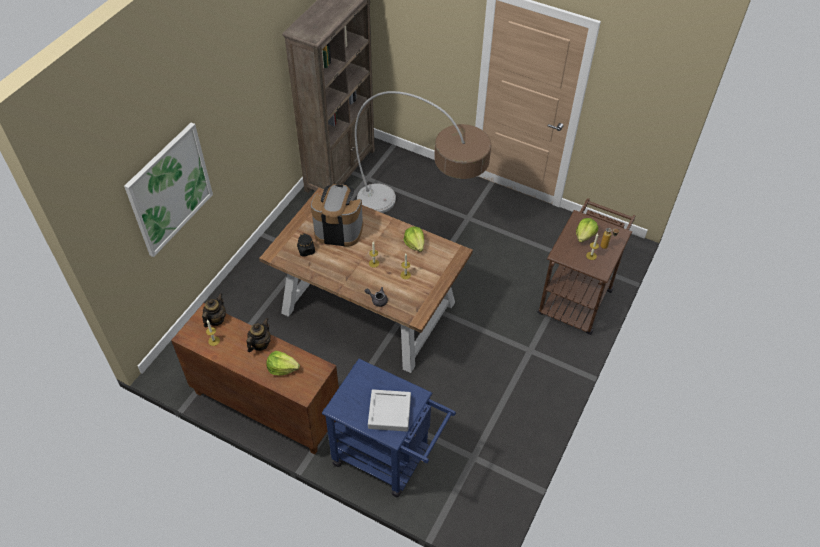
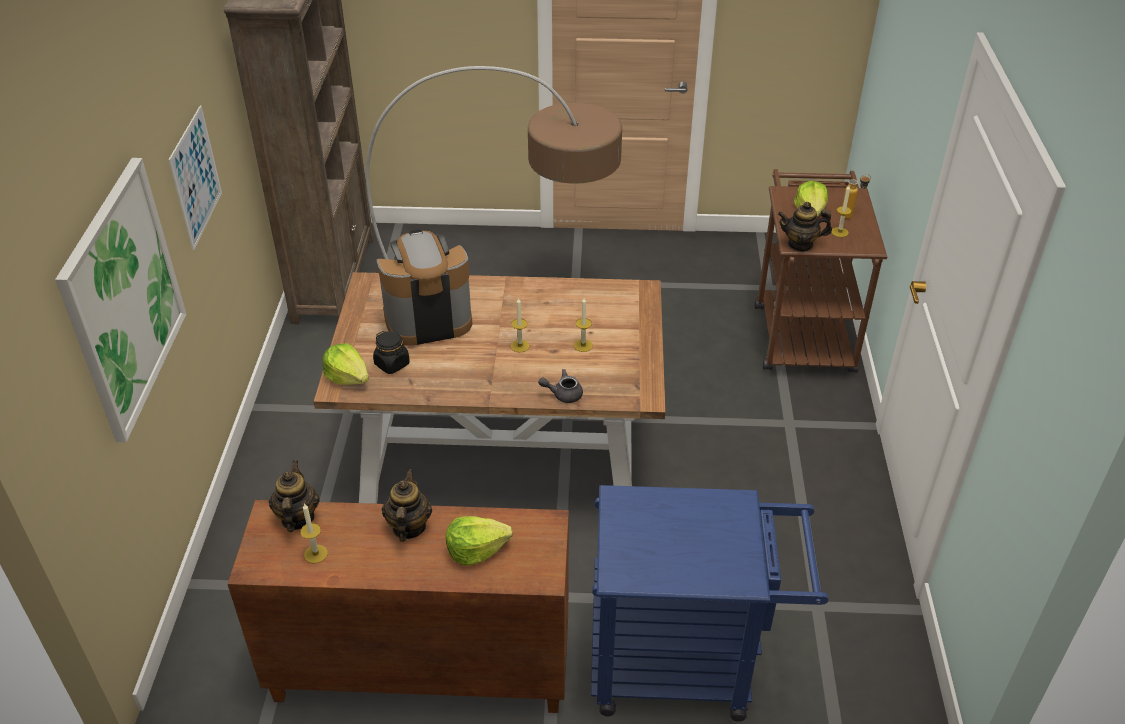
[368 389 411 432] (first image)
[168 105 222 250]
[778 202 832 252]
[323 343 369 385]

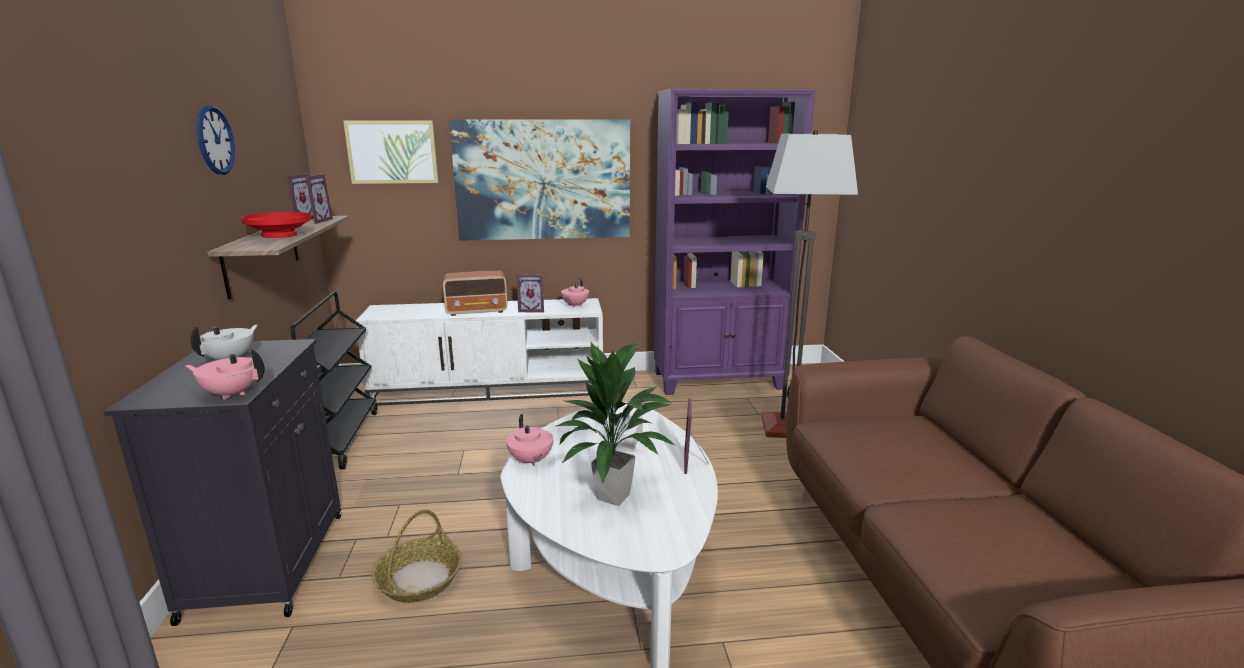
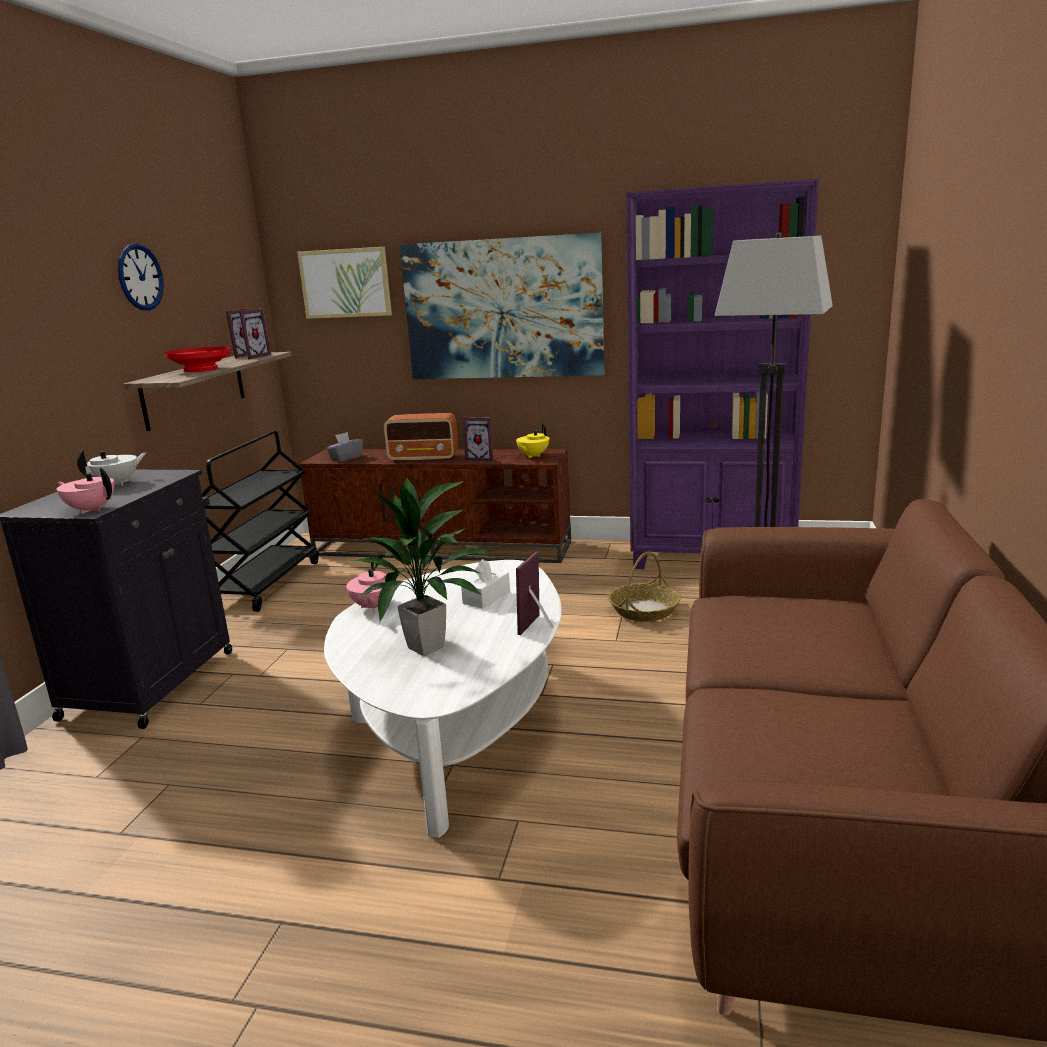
[326 432 363 462]
[608 551 681 622]
[299 449 571 563]
[516 424 549 458]

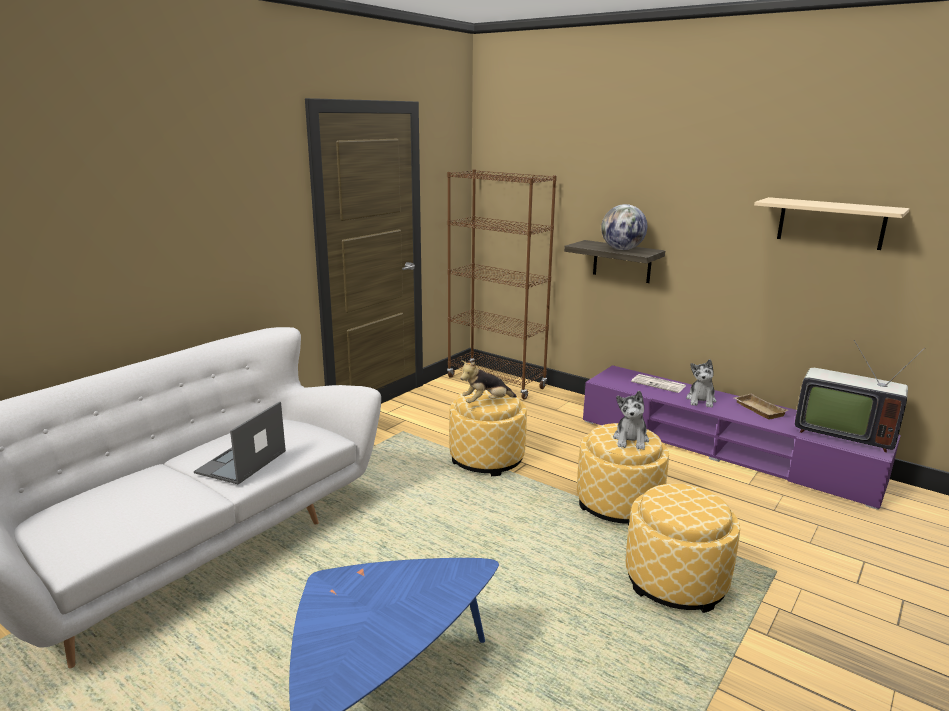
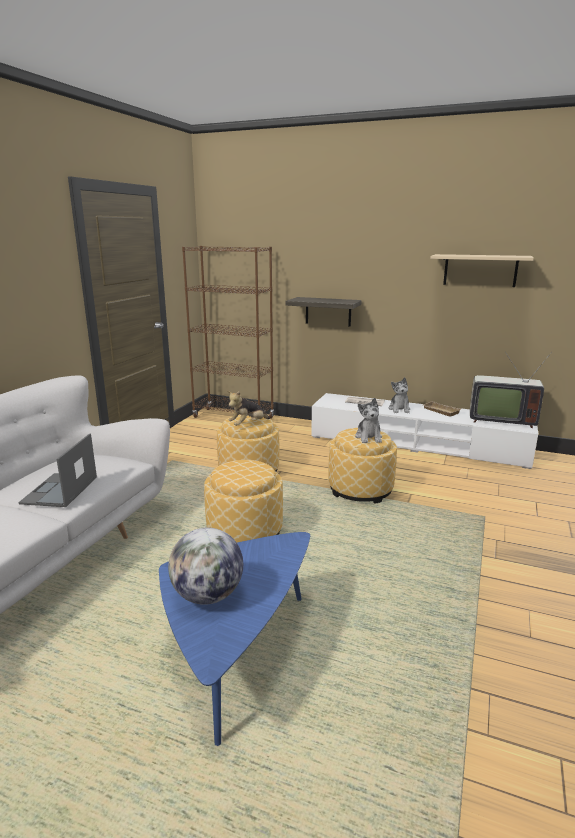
[168 528 243 605]
[204 460 283 543]
[311 393 538 469]

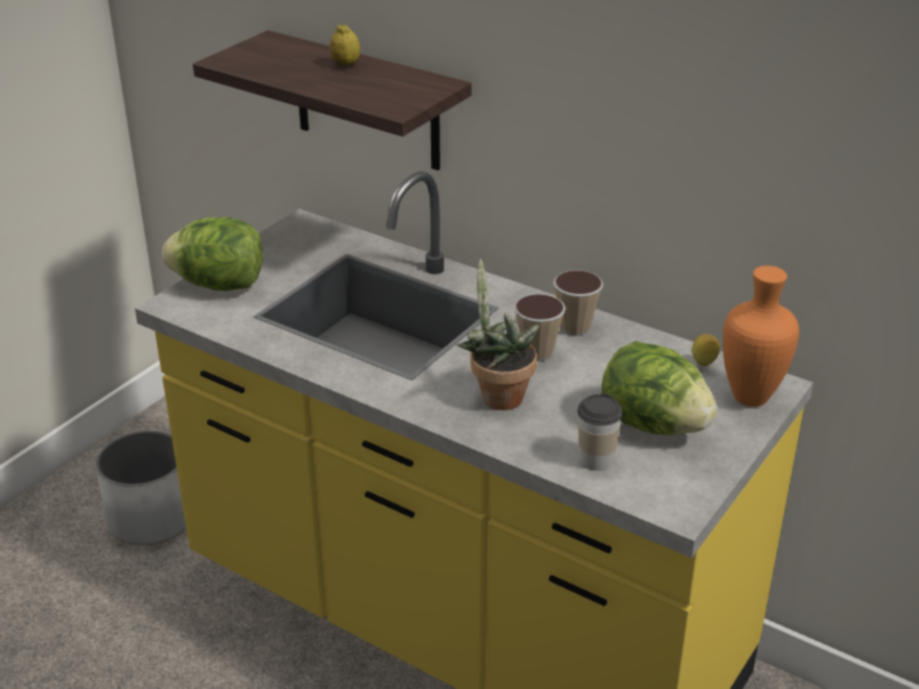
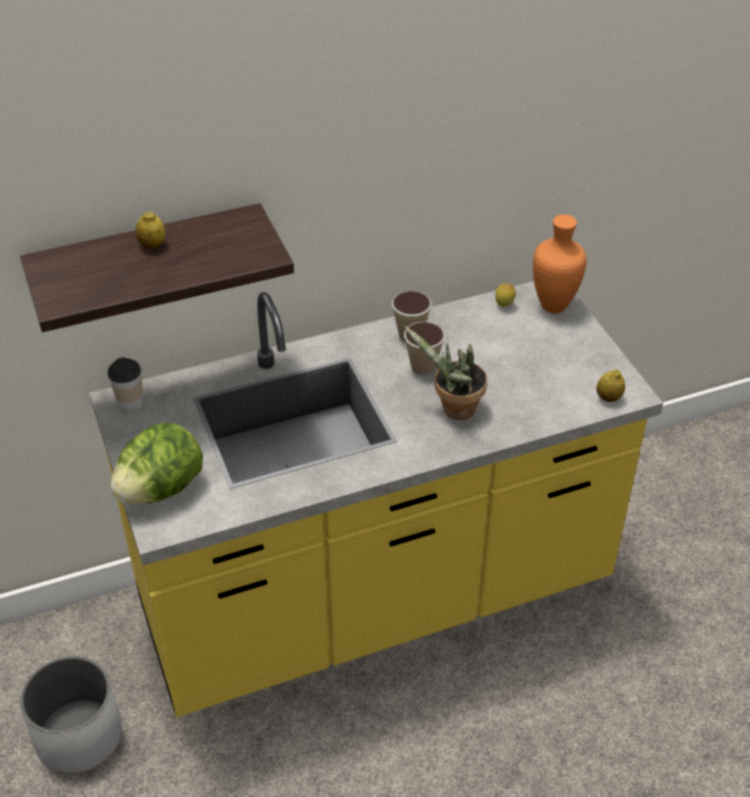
[601 341 717 435] (first image)
[596 370 625 402]
[108 357 143 413]

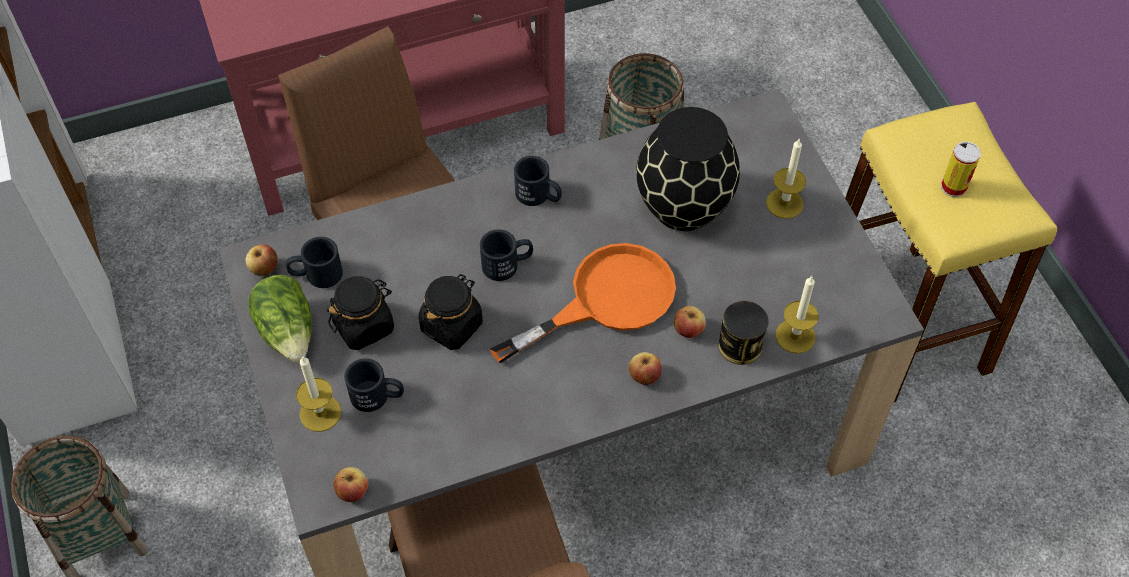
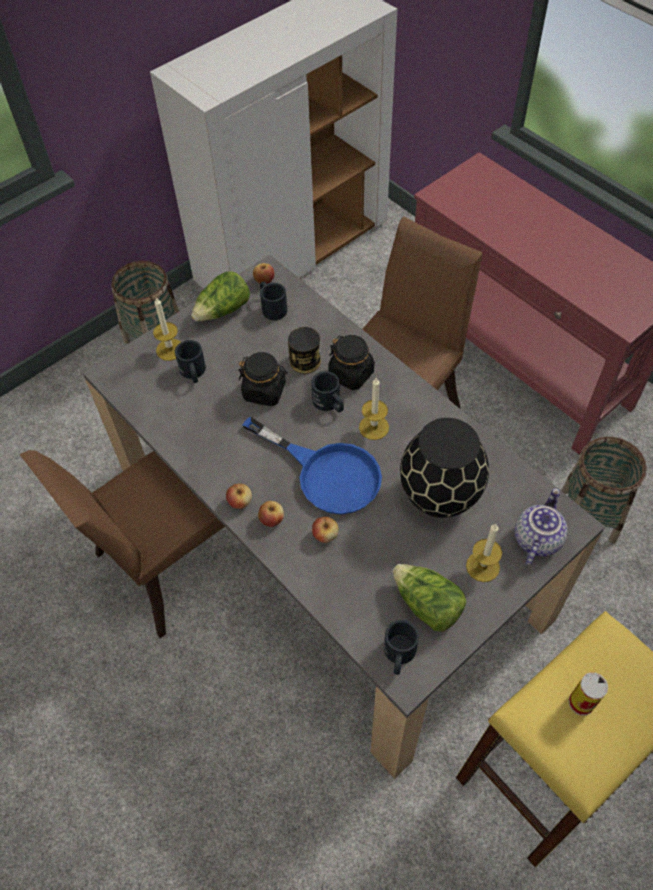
[392 564 467 632]
[515 488 568 565]
[328 335 375 390]
[226 484 252 509]
[384 620 419 675]
[288 327 321 374]
[359 378 389 440]
[242 416 382 515]

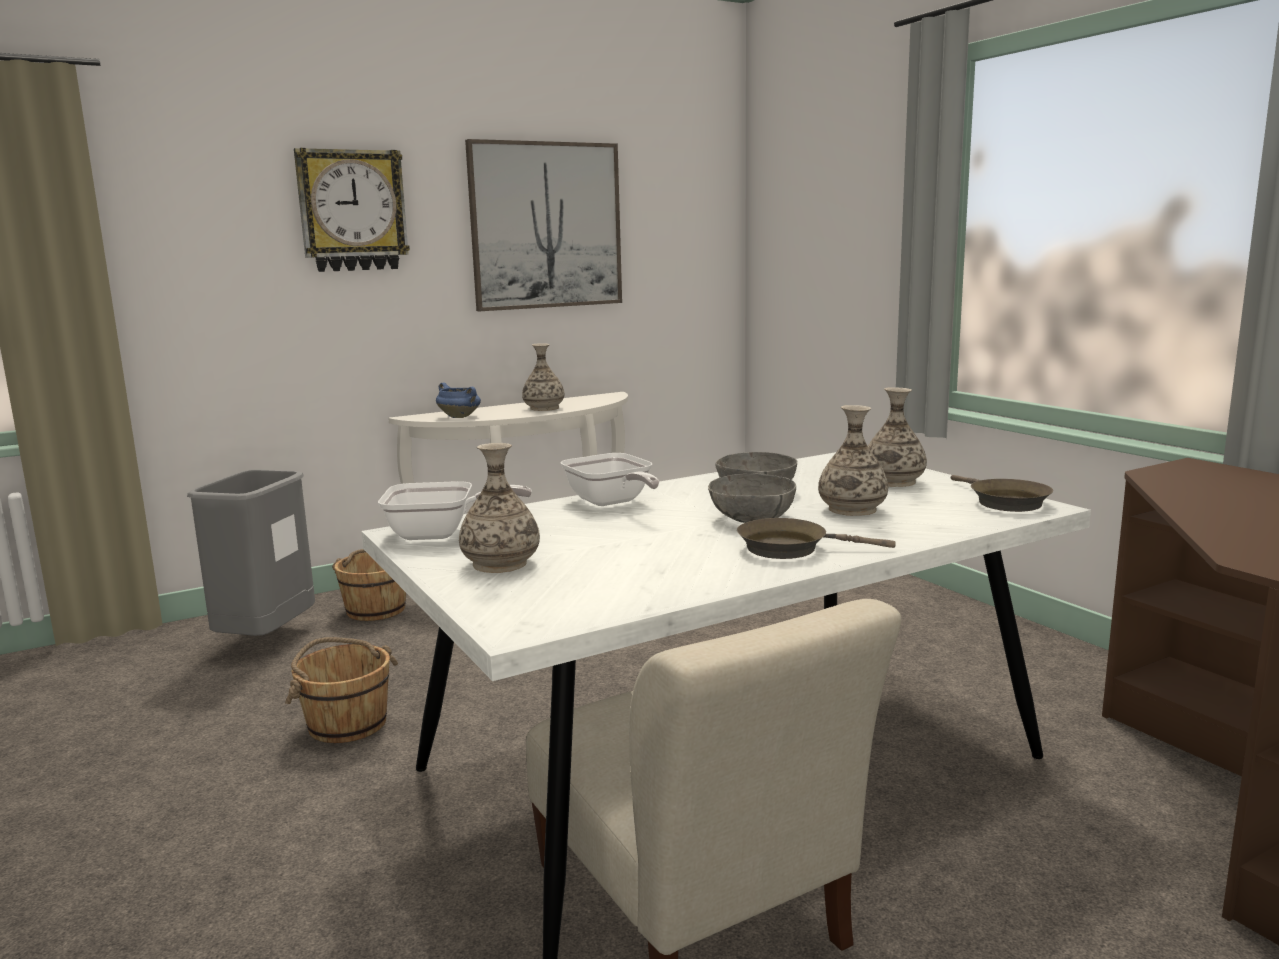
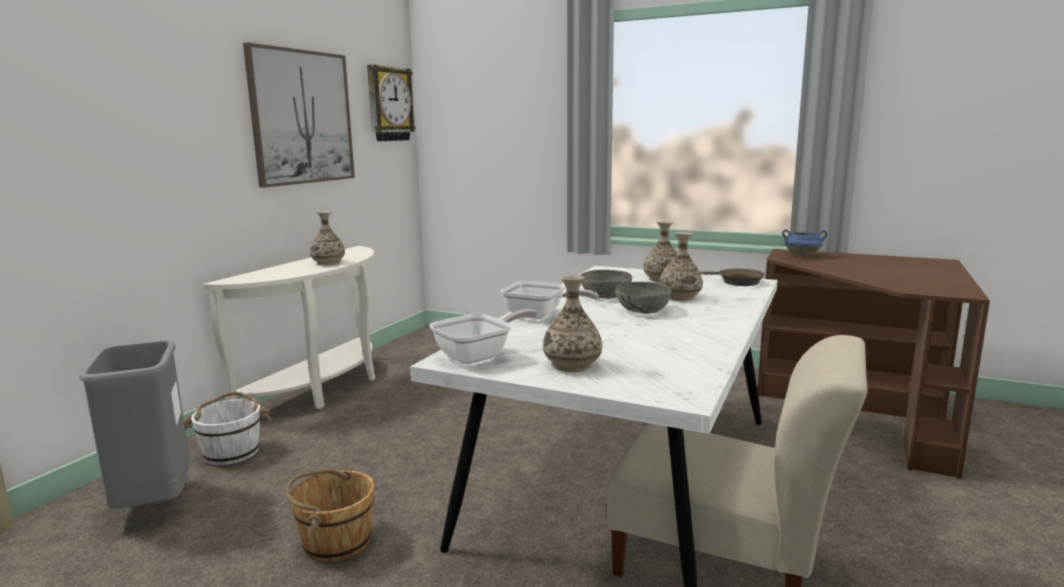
[737 518 896 559] (first image)
[367 65 416 141]
[782 229 827 257]
[184 392 272 465]

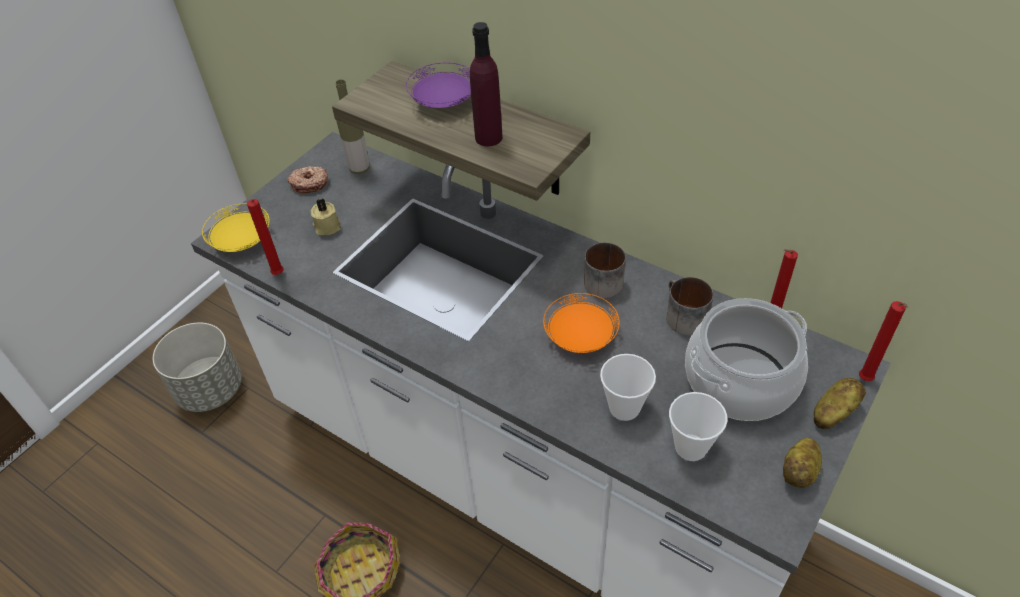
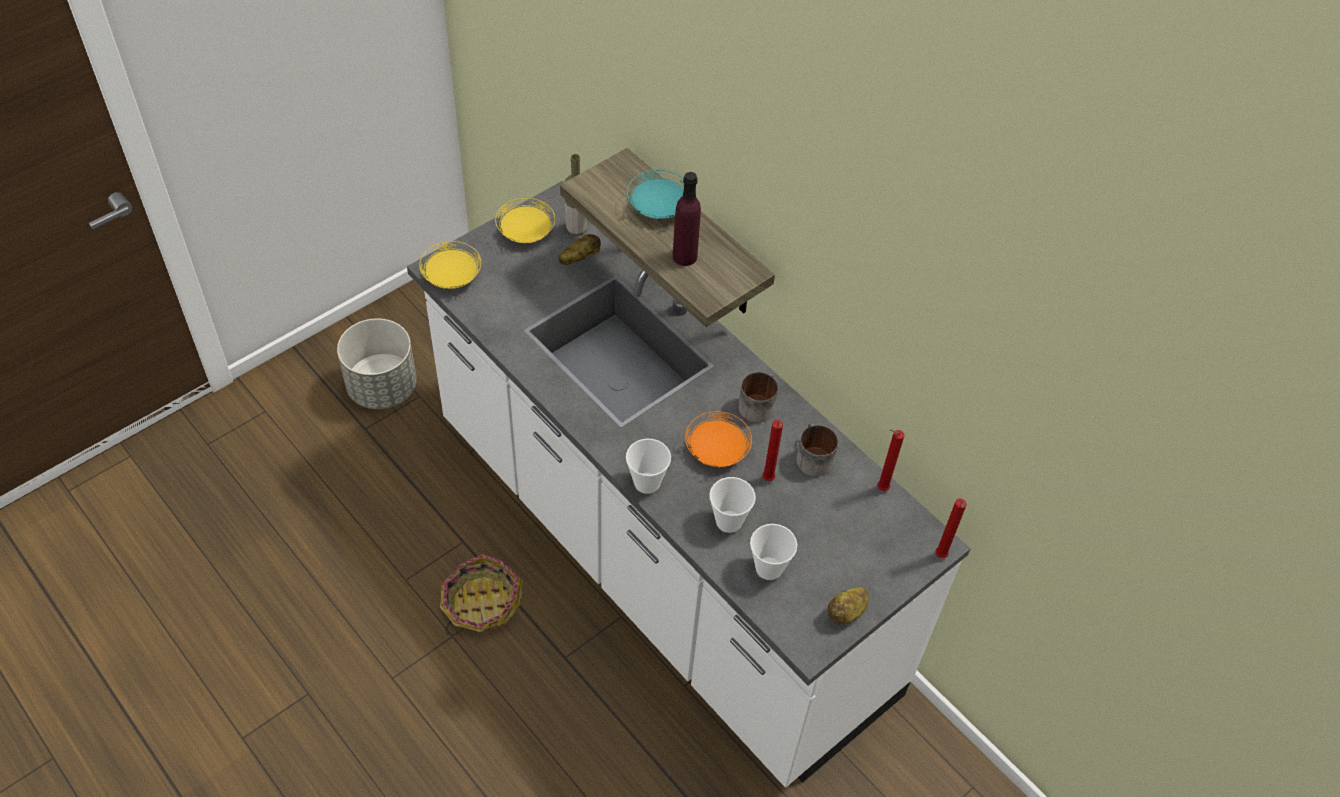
[311 198 341 235] (first image)
[685 298 808 421] (first image)
[626 439 671 494]
[762 420 783 481]
[558 234 601 265]
[495 198 555 243]
[627 170 684 219]

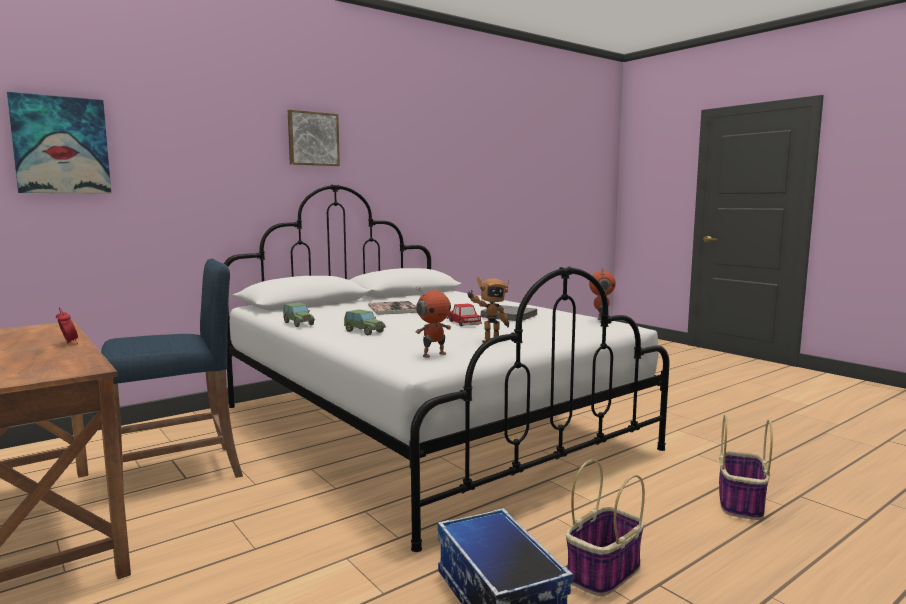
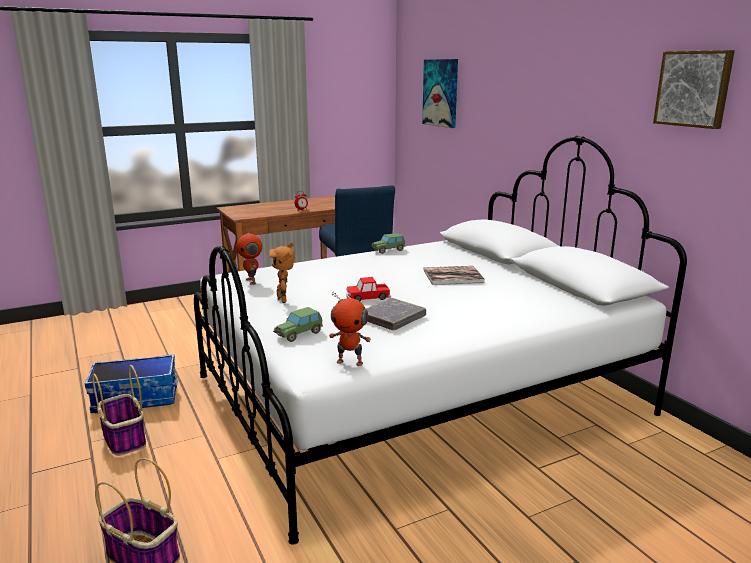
[653 50 735 129]
[273 307 323 342]

